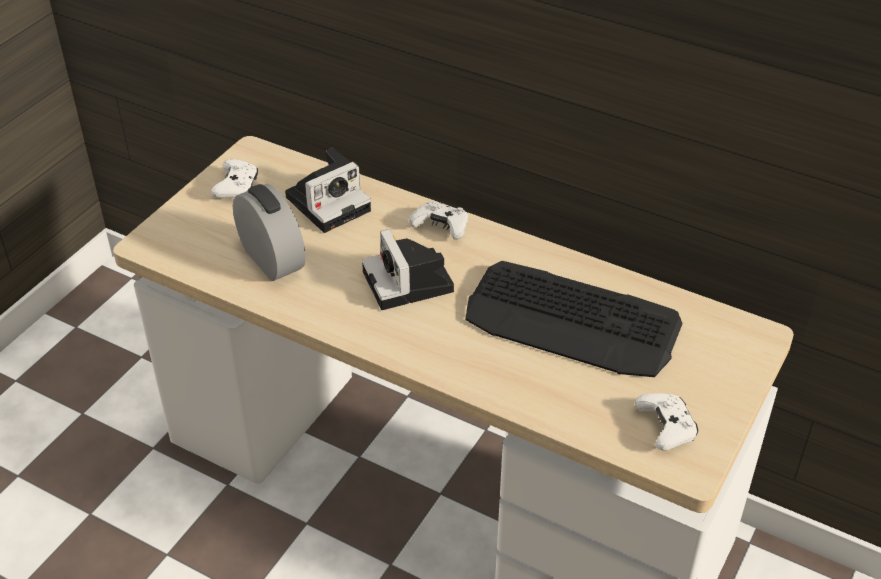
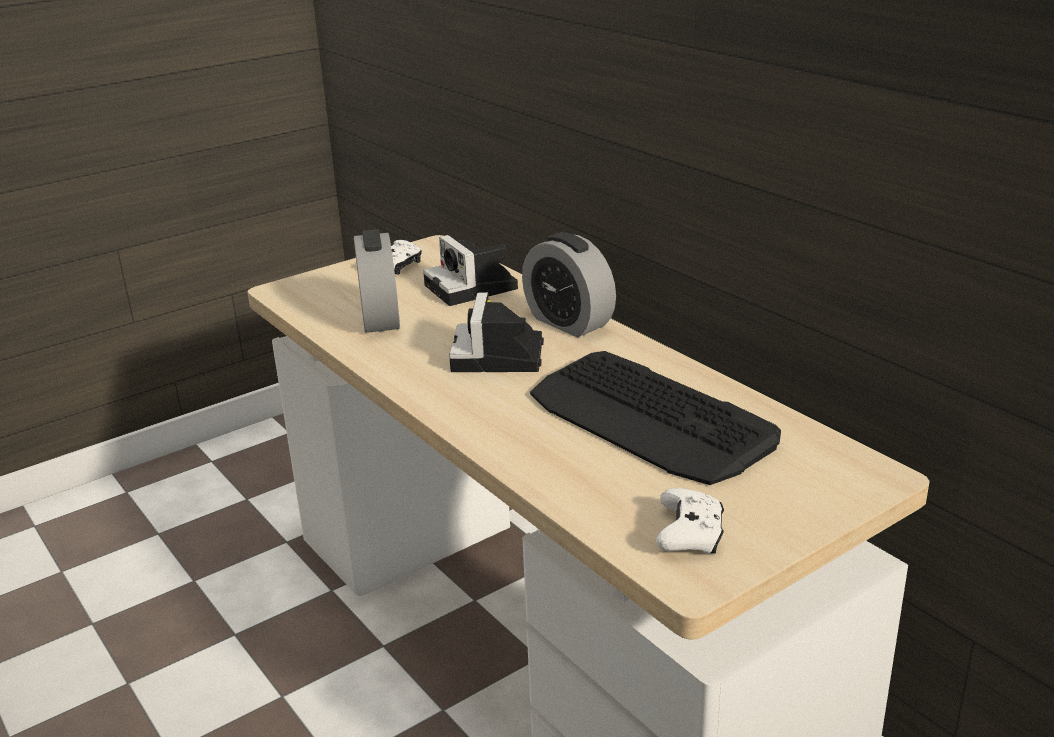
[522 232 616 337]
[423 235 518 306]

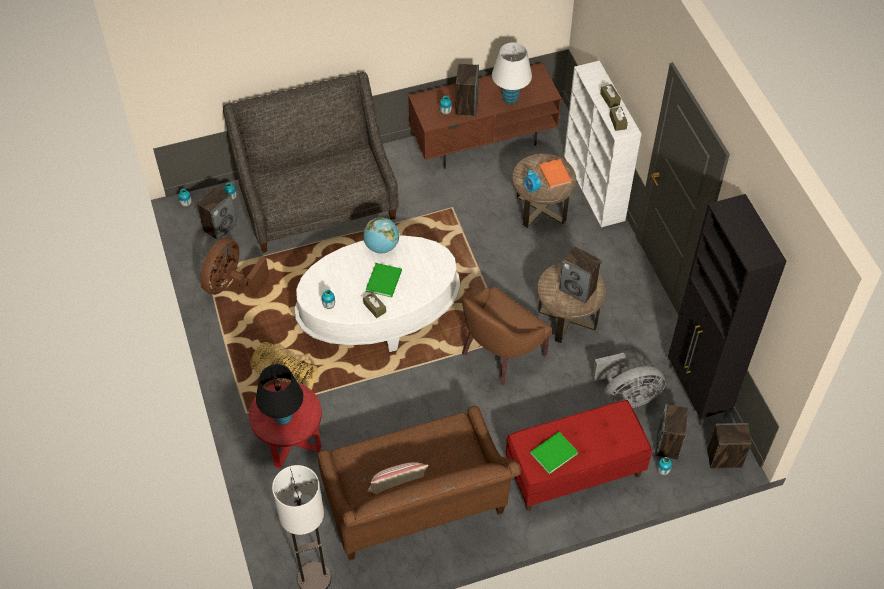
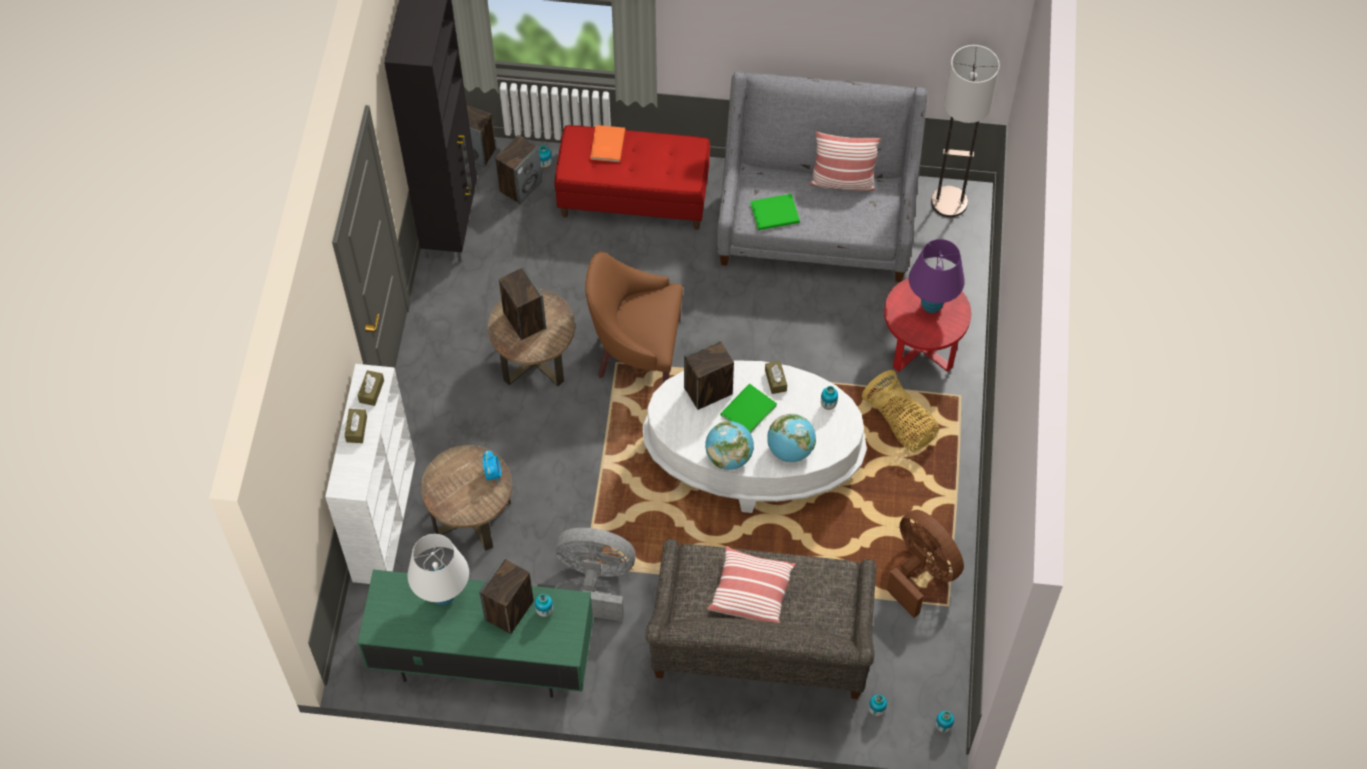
[707 546 796 623]
[767 414 816 462]
[684 340 734 410]
[750 194 800 230]
[590 125 625 162]
[555 528 635 621]
[909 239 965 313]
[717 71 927 282]
[358 569 593 698]
[887 510 964 618]
[585 252 683 383]

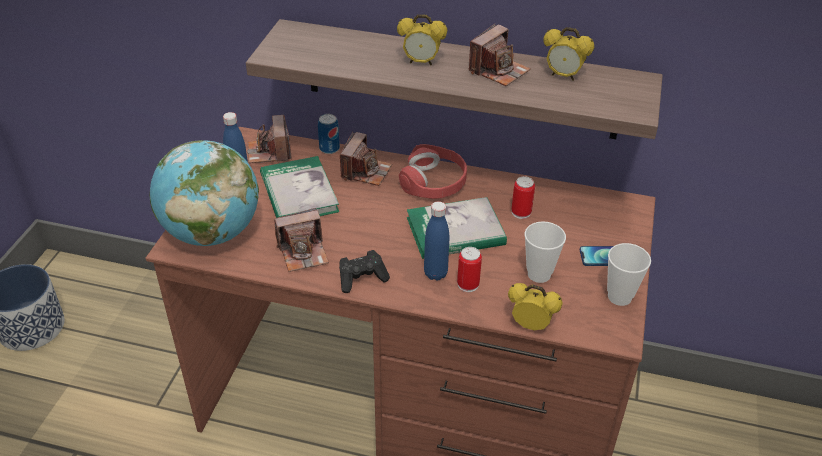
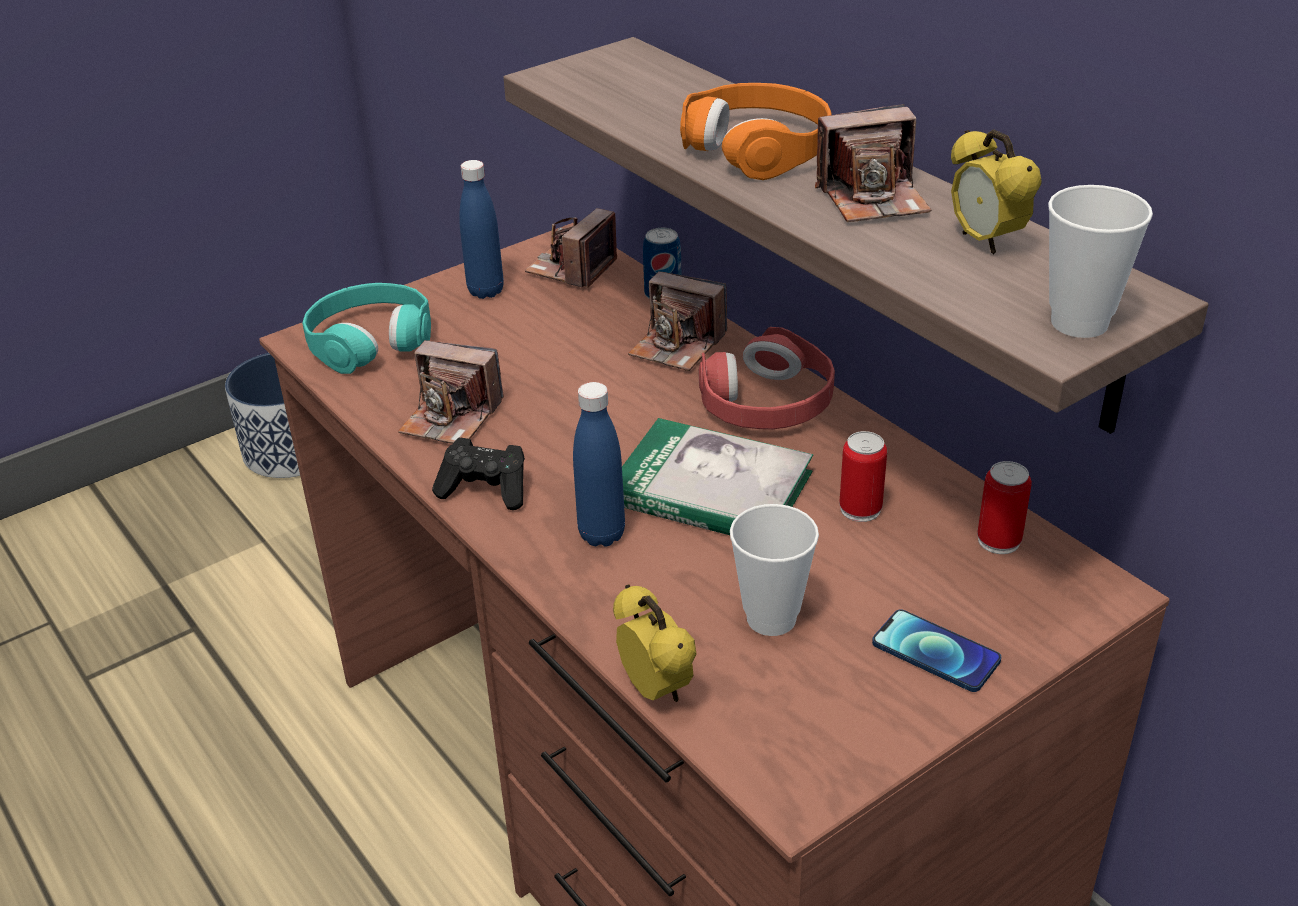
[260 156 339 218] (first image)
[977 461 1032 554]
[1048 185 1153 338]
[302 283 431 374]
[680 83 831 180]
[628 271 727 371]

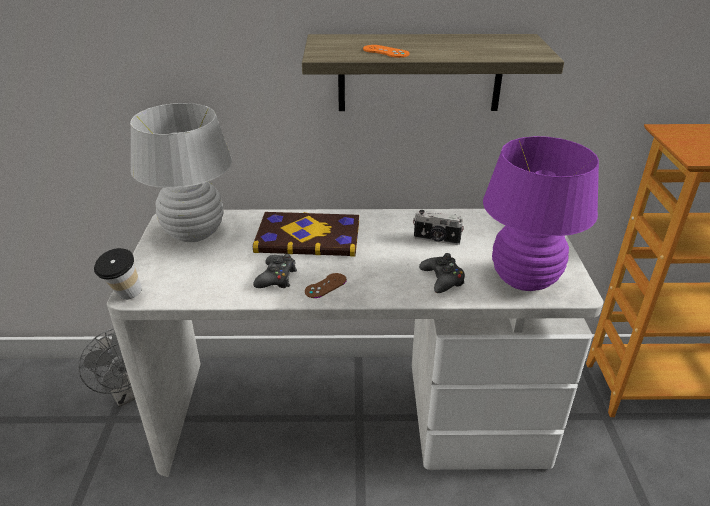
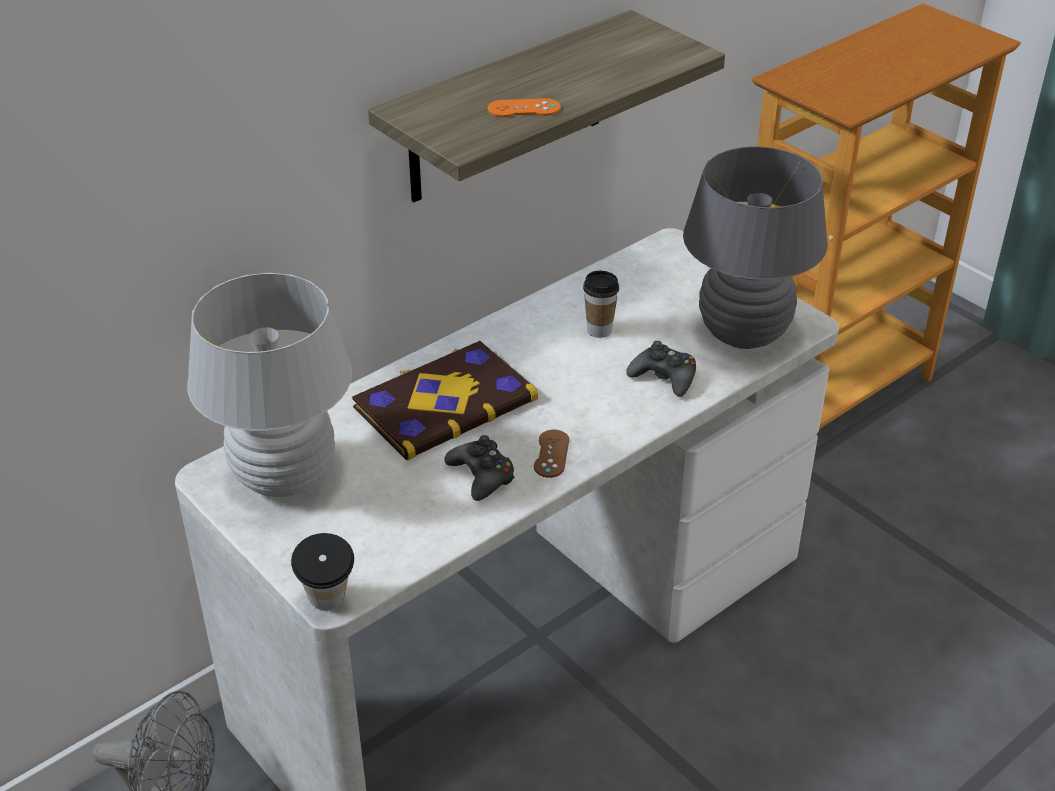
[583 271 619 338]
[683 147 828 349]

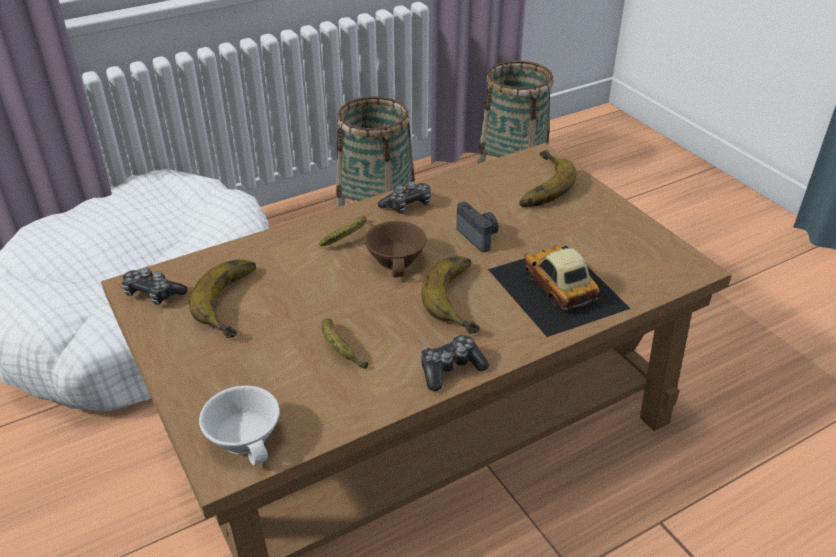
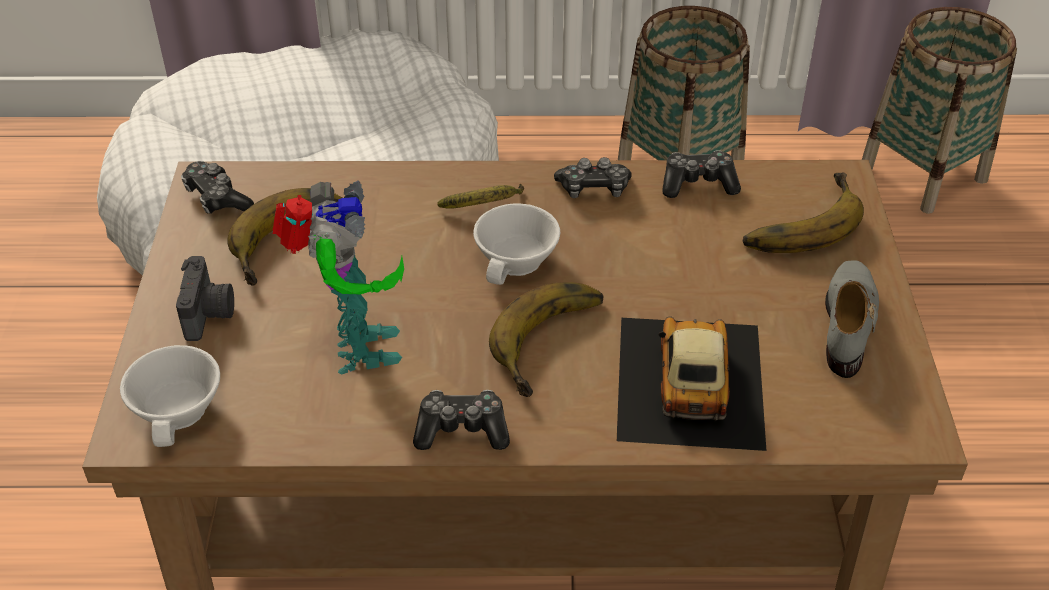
[663 150 741 198]
[825 261 879 378]
[176 256 234 341]
[273 180 404 374]
[473 203 560 285]

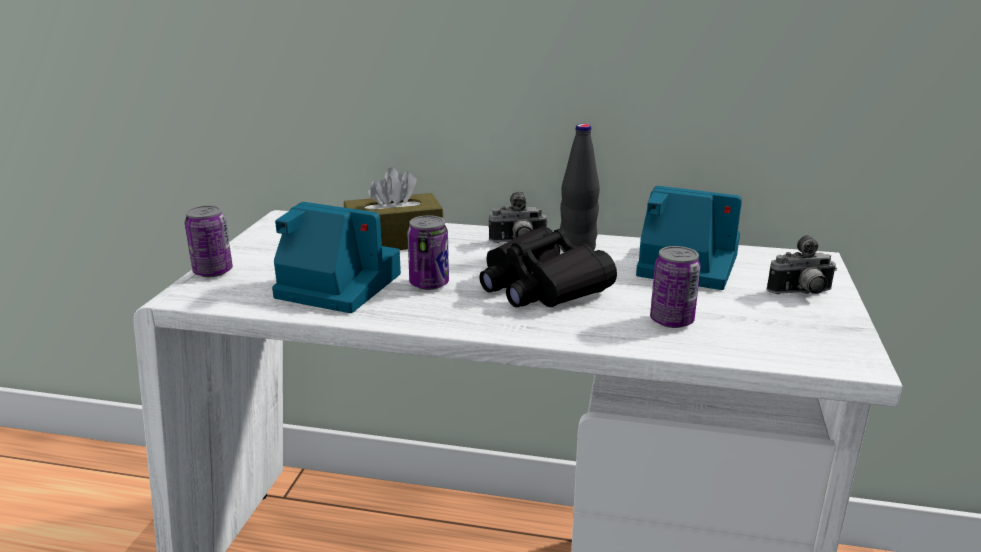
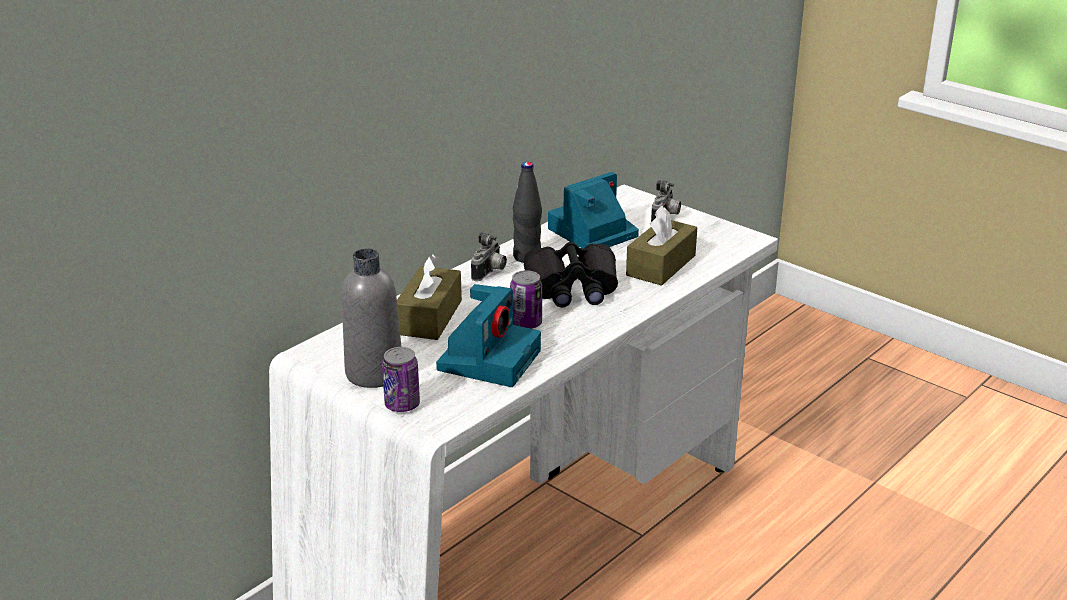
[342 248 401 388]
[626 206 697 286]
[436 284 541 387]

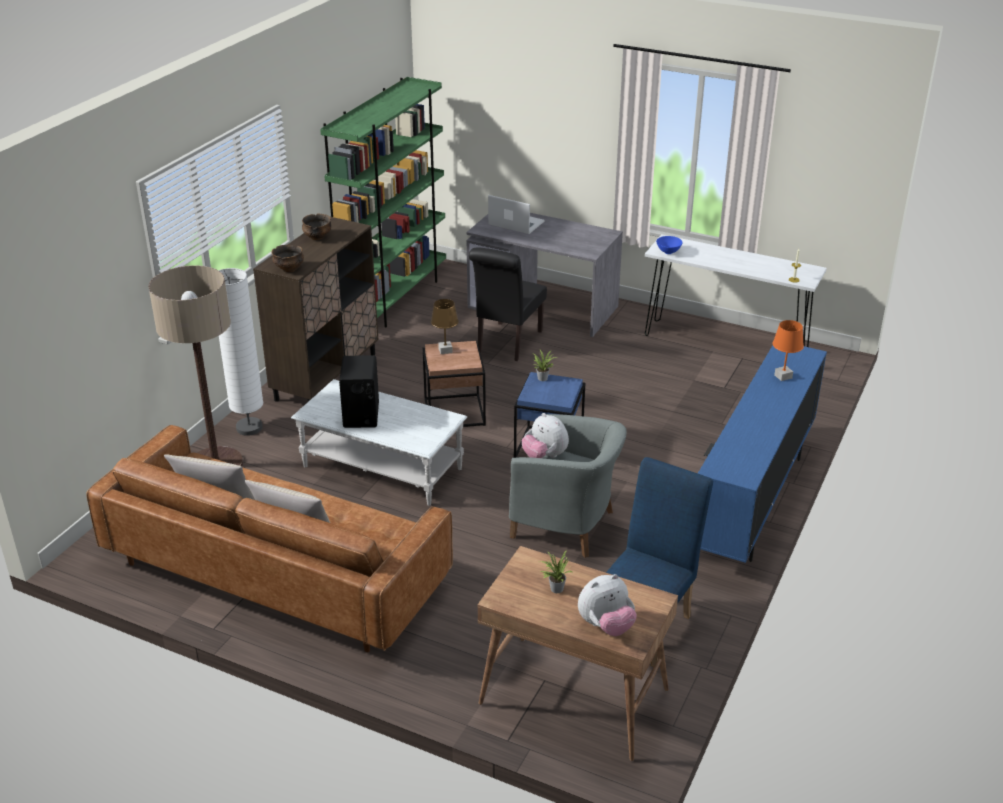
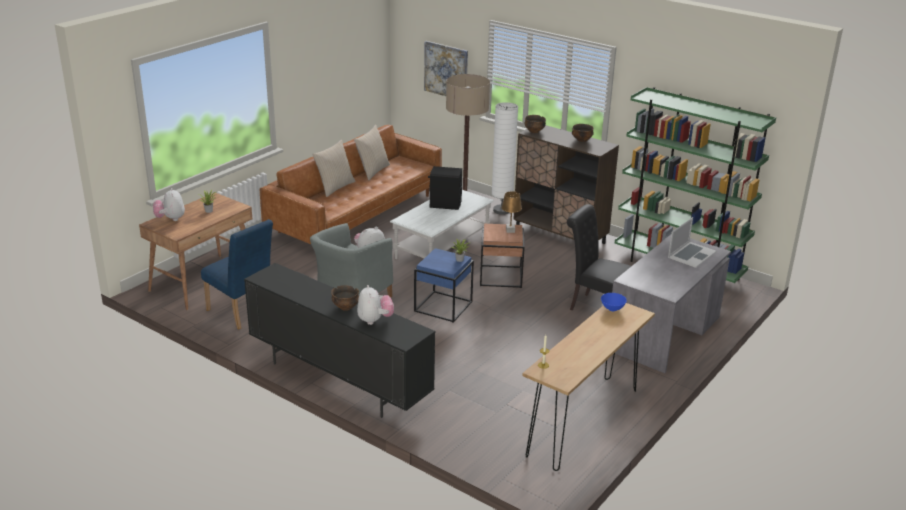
[331 285 359 311]
[424 41 468 96]
[357 285 394 325]
[522 303 655 471]
[244 263 435 418]

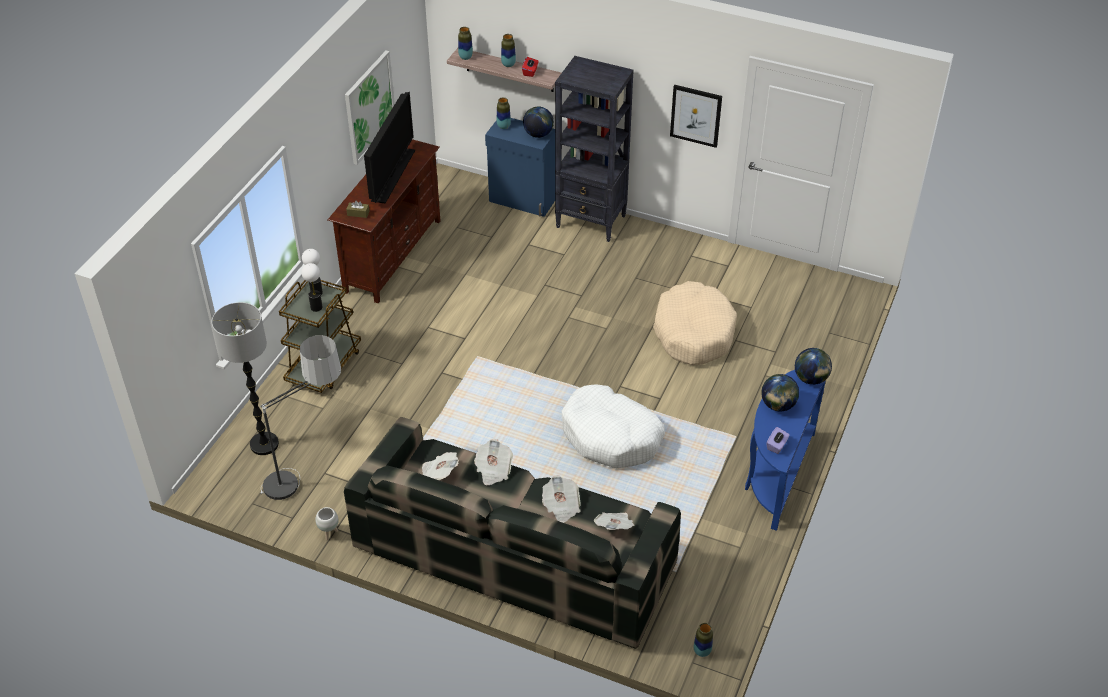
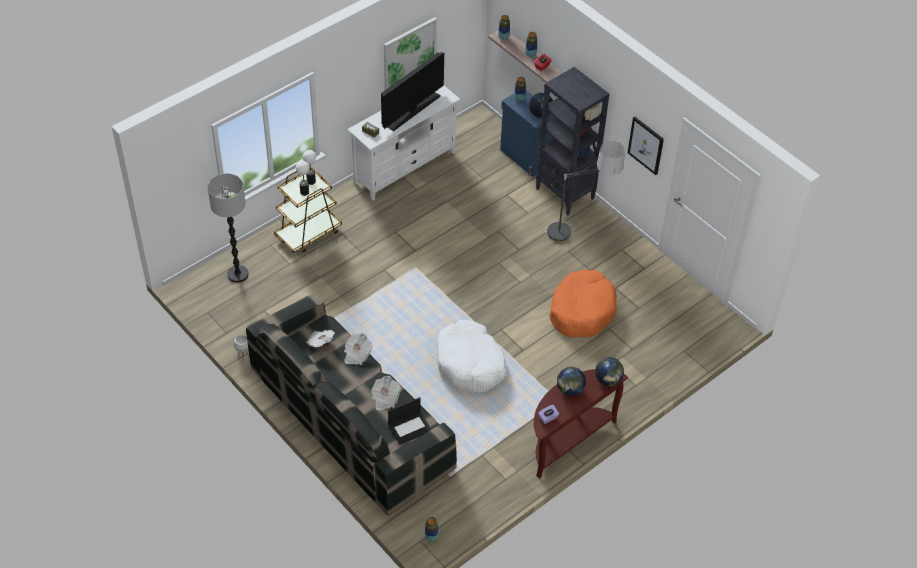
[545 141 625 242]
[388 397 432 445]
[347 86 461 201]
[550 270 617 338]
[534 369 628 479]

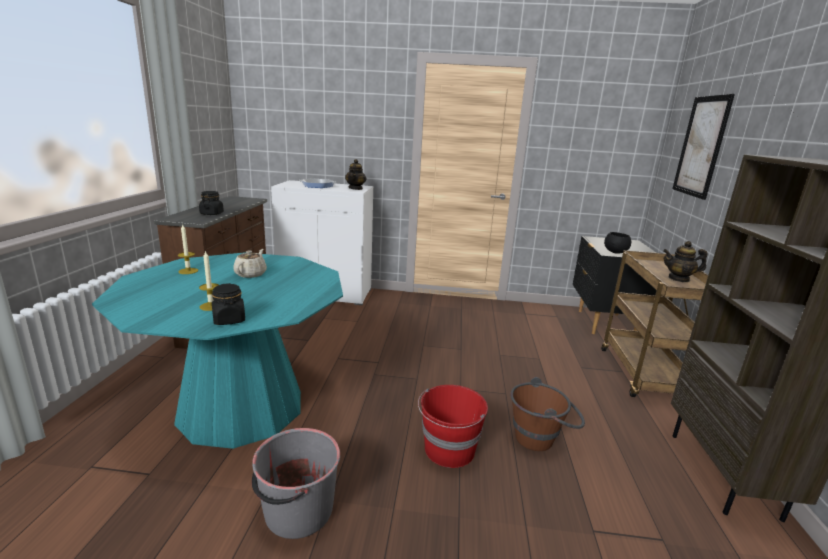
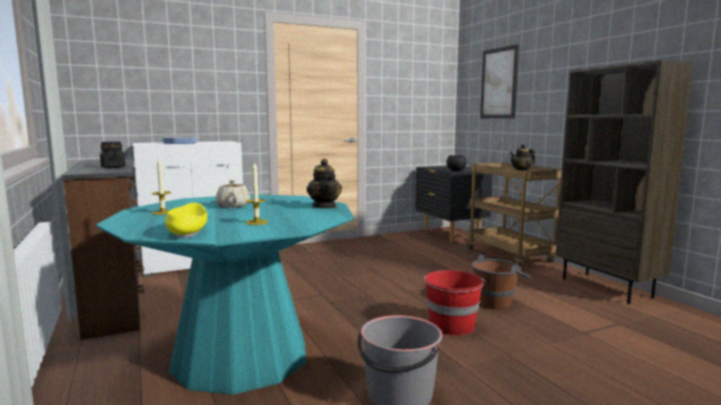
[212 283 245 325] (first image)
[165 203 207 238]
[307 159 342 208]

